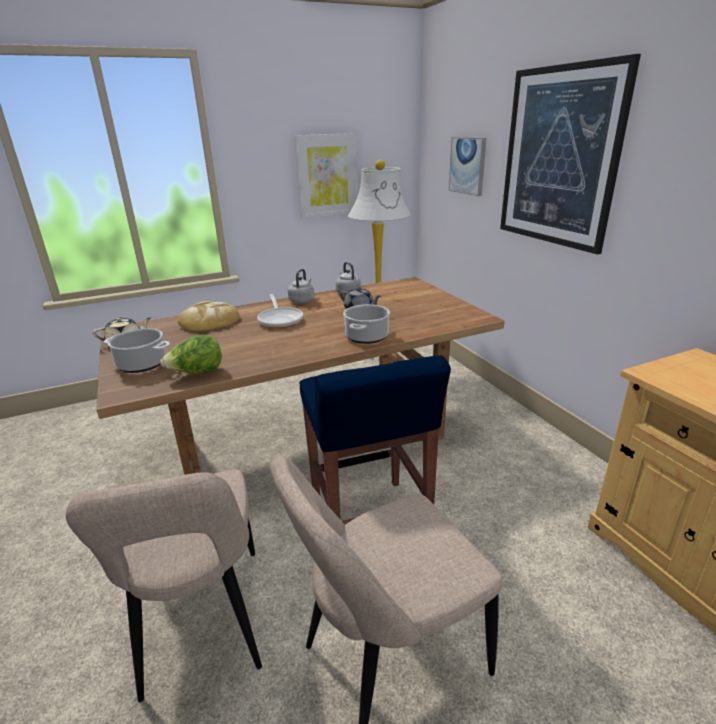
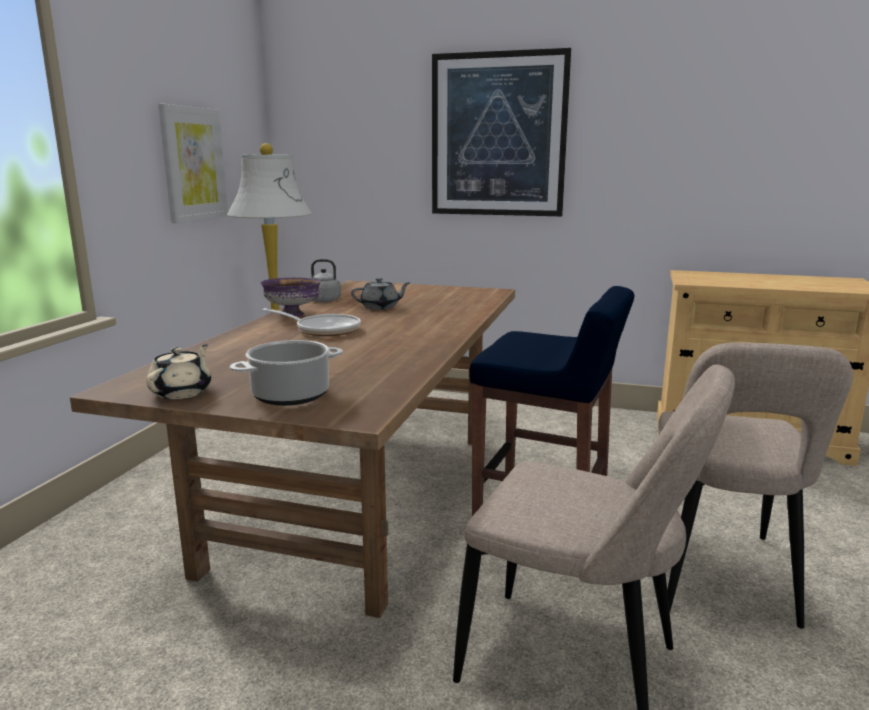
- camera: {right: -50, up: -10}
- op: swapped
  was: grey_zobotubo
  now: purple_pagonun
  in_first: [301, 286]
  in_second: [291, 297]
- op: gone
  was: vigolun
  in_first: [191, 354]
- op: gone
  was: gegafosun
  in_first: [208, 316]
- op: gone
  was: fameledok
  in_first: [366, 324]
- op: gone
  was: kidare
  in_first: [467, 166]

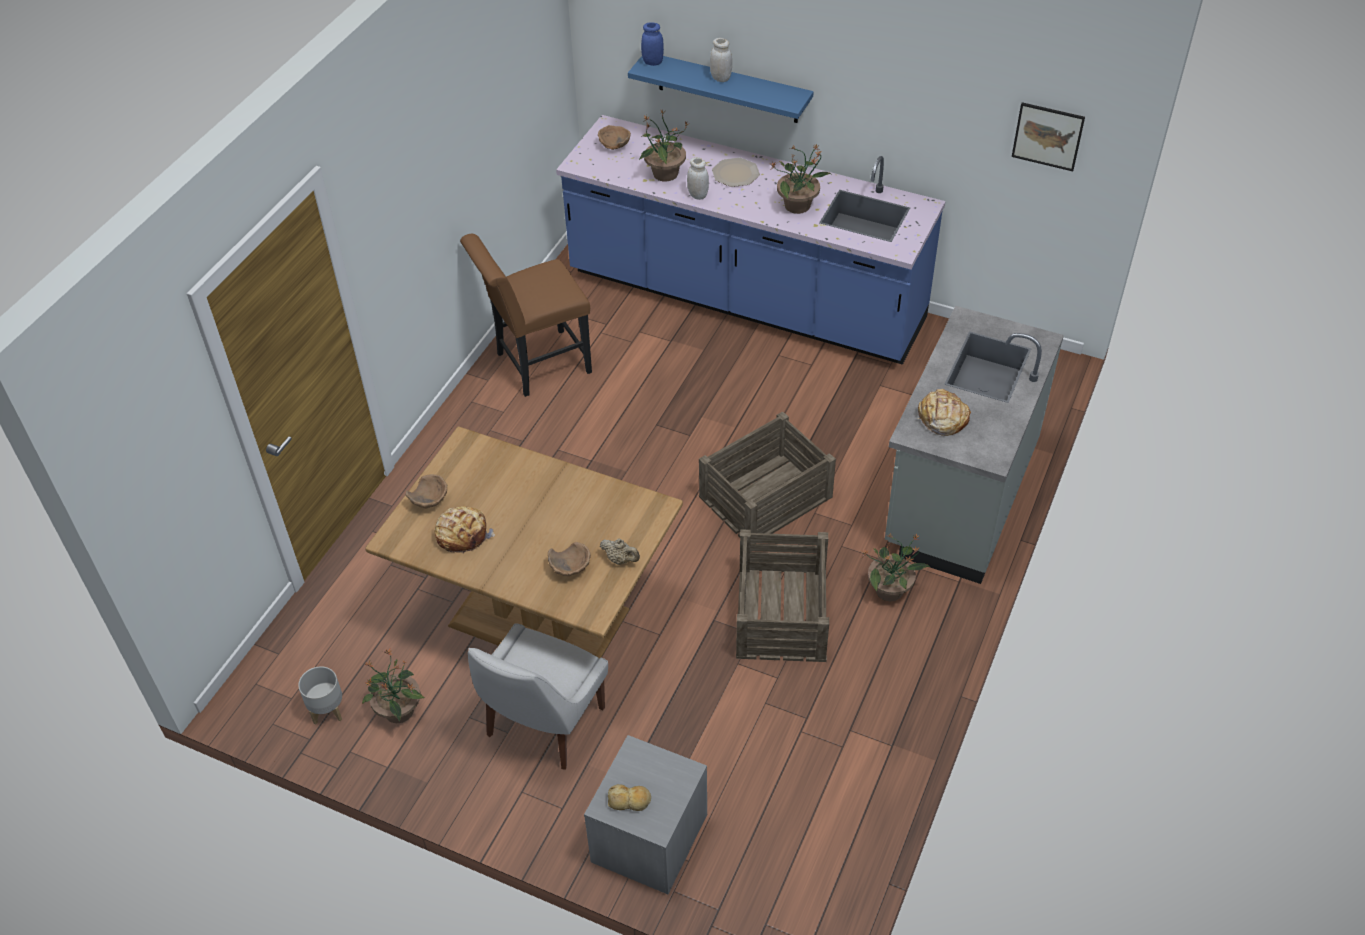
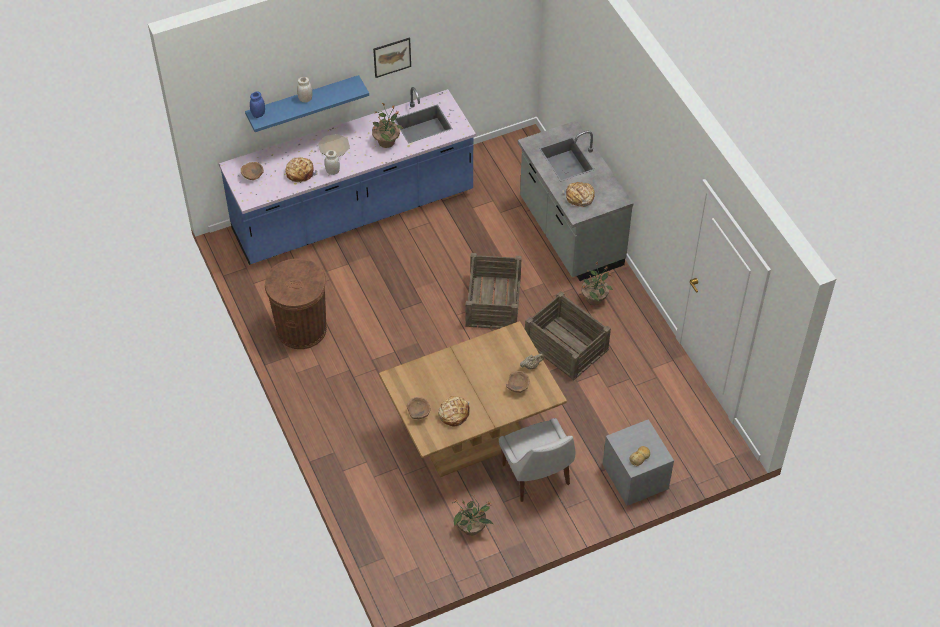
- camera: {right: -50, up: 5}
- op: swapped
  was: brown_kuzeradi
  now: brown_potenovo
  in_first: [526, 315]
  in_second: [296, 303]
- op: swapped
  was: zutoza
  now: gegafosun
  in_first: [664, 145]
  in_second: [301, 170]
- op: shifted
  was: kidare
  in_first: [1048, 136]
  in_second: [392, 57]
- op: gone
  was: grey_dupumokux
  in_first: [320, 695]

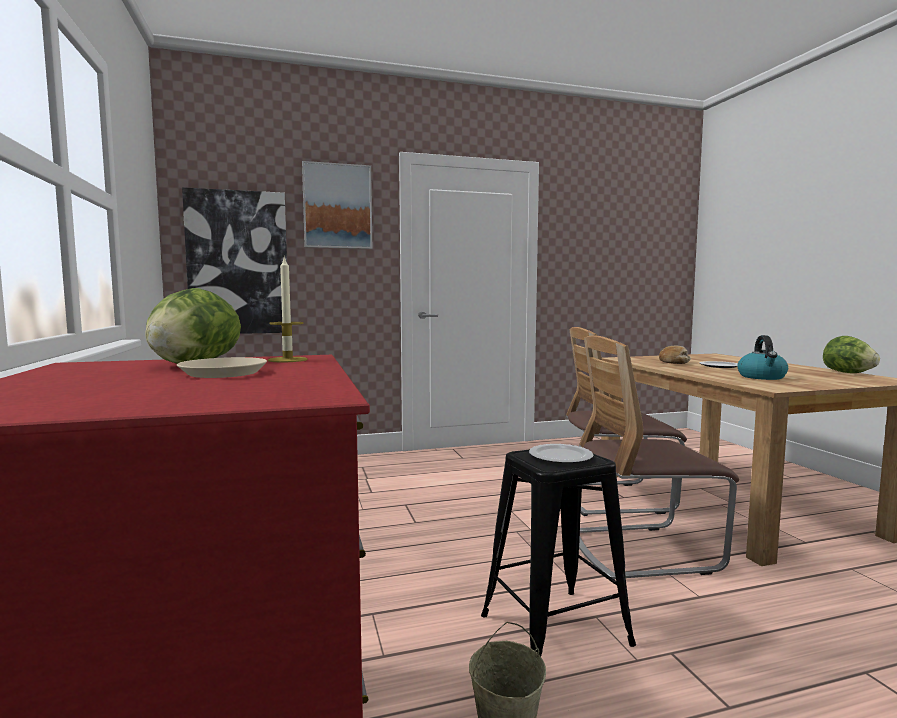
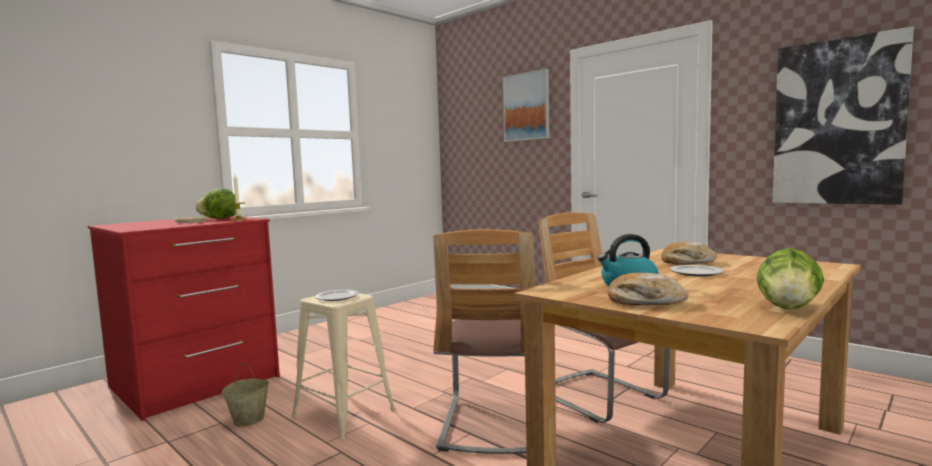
- camera: {right: 60, up: 0}
- op: repainted
  was: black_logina
  now: beige_logina
  in_first: [558, 552]
  in_second: [343, 366]
- op: rotated
  was: kuzeradi
  in_first: [659, 457]
  in_second: [484, 341]
  clockwise: -135
- op: new
  now: gegafosun
  in_second: [648, 289]
- op: shifted
  was: kidare
  in_first: [234, 260]
  in_second: [843, 115]

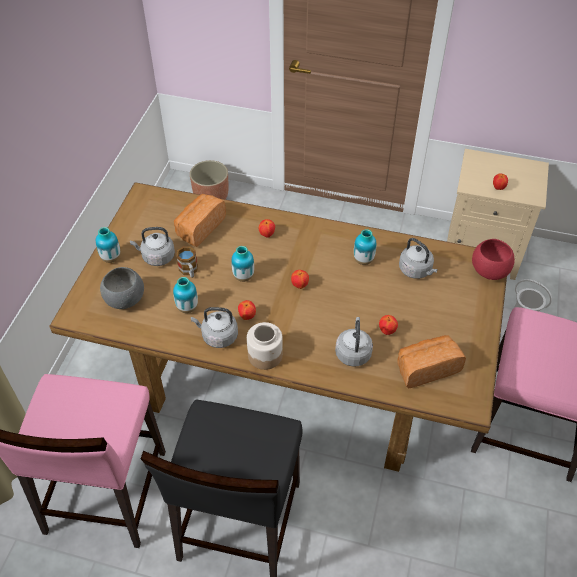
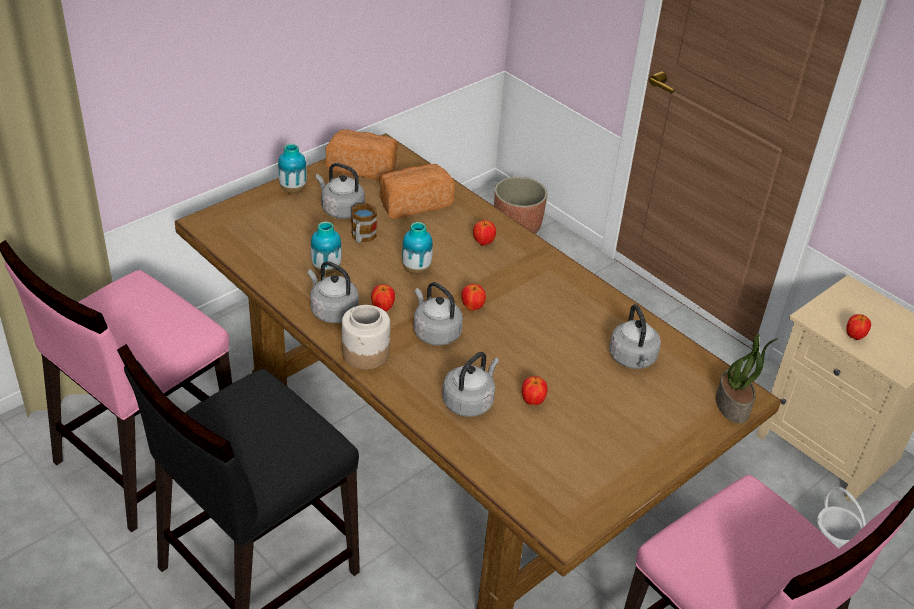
- camera: {right: 30, up: -10}
- op: shifted
  was: gegafosun
  in_first: [432, 361]
  in_second: [361, 155]
- op: new
  now: grey_zobotubo
  in_second: [438, 313]
- op: swapped
  was: red_pagonun
  now: zutoza
  in_first: [493, 259]
  in_second: [747, 378]
- op: gone
  was: grey_pagonun
  in_first: [122, 288]
- op: gone
  was: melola
  in_first: [365, 247]

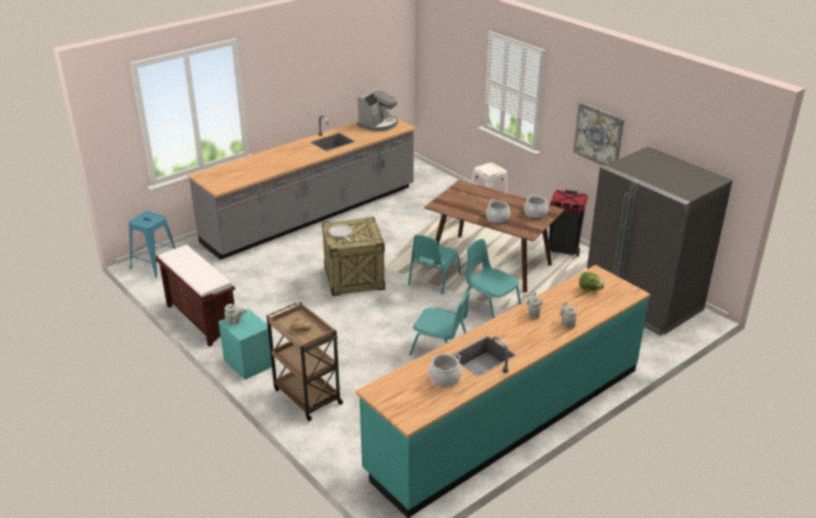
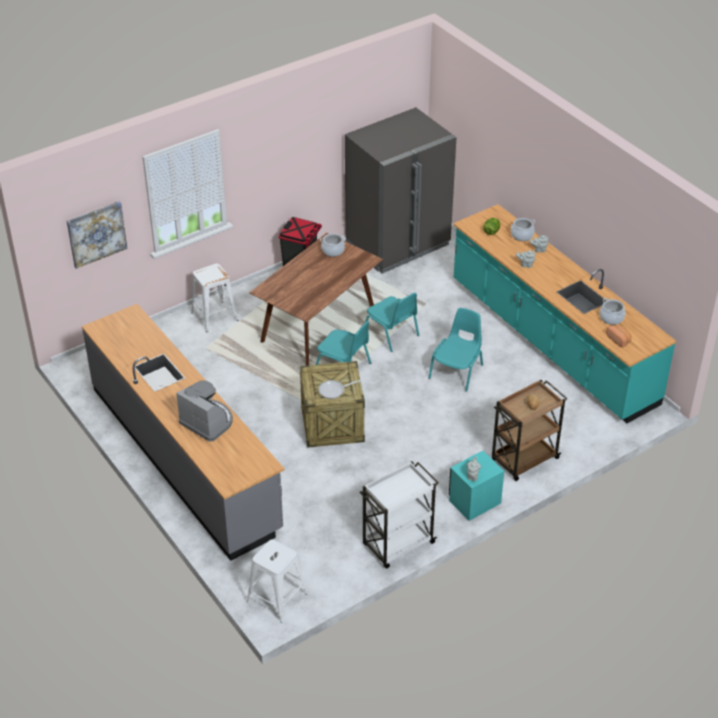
- camera: {right: -85, up: 10}
- op: shifted
  was: kidare
  in_first: [598, 134]
  in_second: [97, 235]
- op: shifted
  was: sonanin
  in_first: [377, 110]
  in_second: [204, 411]
- op: repainted
  was: blue_logina
  now: white_logina
  in_first: [152, 244]
  in_second: [277, 581]
- op: swapped
  was: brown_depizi
  now: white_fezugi
  in_first: [195, 296]
  in_second: [399, 515]
- op: rotated
  was: turquoise_kuzeradi
  in_first: [493, 279]
  in_second: [392, 322]
  clockwise: -90
- op: shifted
  was: fameledok
  in_first: [498, 211]
  in_second: [523, 229]
- op: new
  now: gegafosun
  in_second: [618, 336]

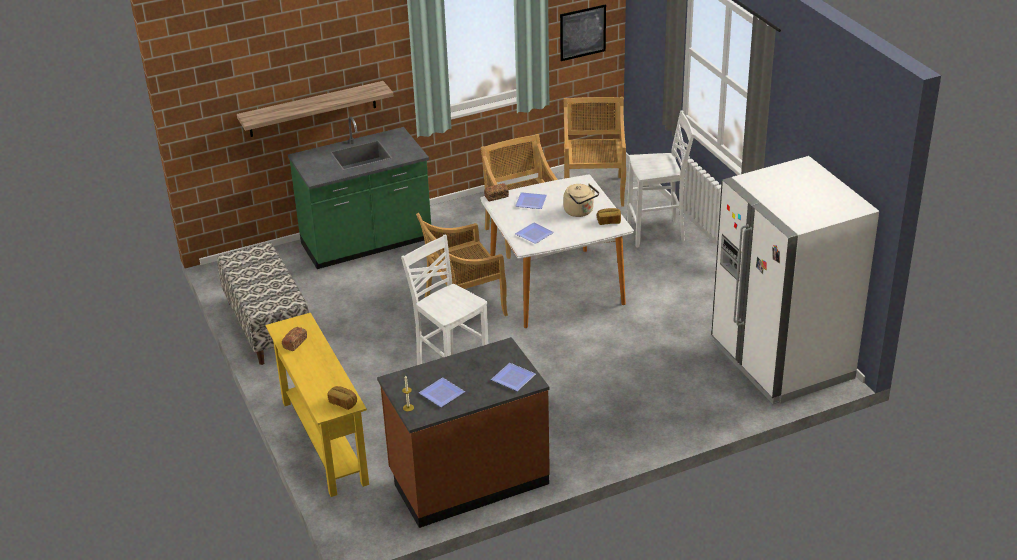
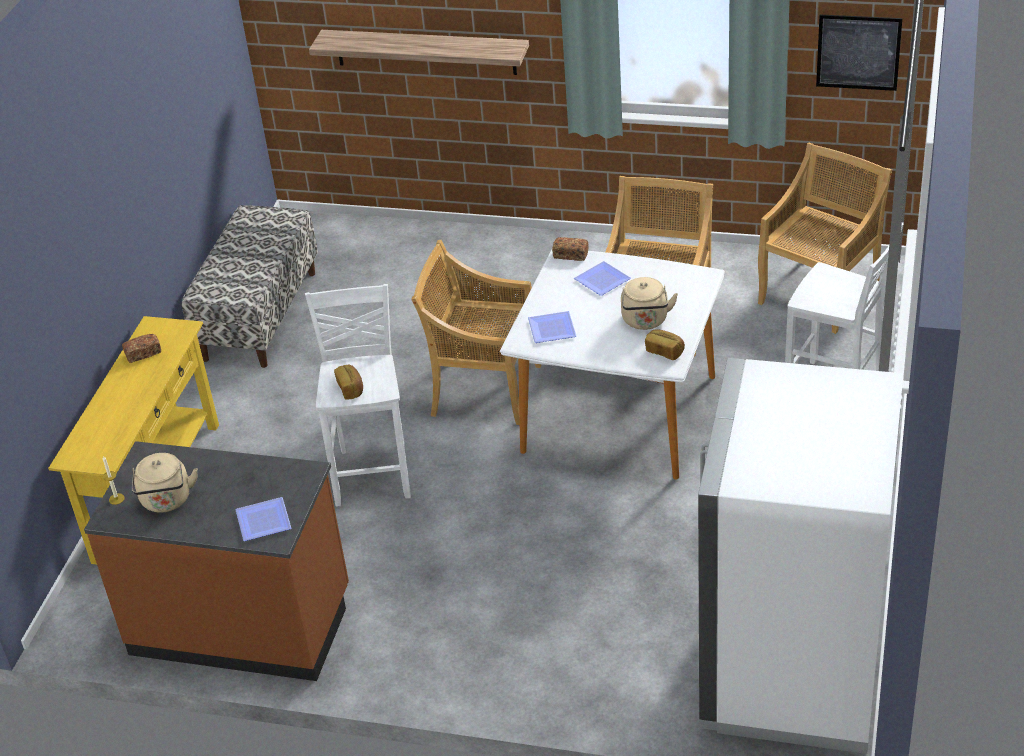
- camera: {right: 40, up: 5}
- op: swapped
  was: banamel
  now: beige_zobotubo
  in_first: [442, 392]
  in_second: [165, 483]
- op: shifted
  was: gegafosun
  in_first: [342, 398]
  in_second: [348, 382]
- op: gone
  was: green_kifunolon
  in_first: [359, 193]

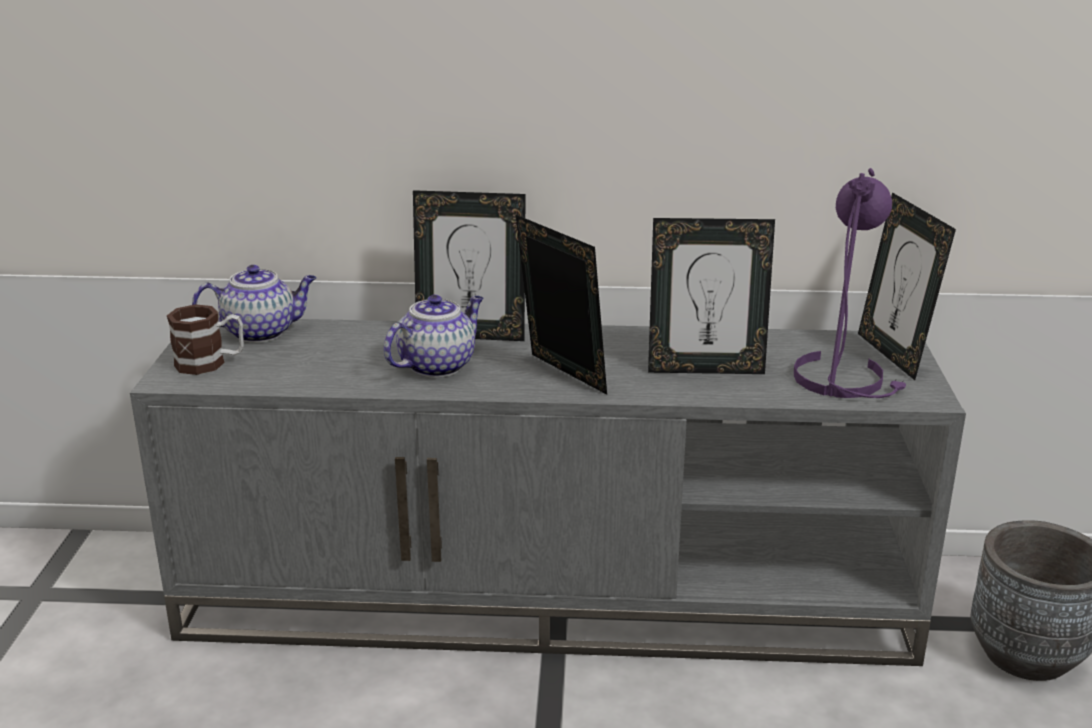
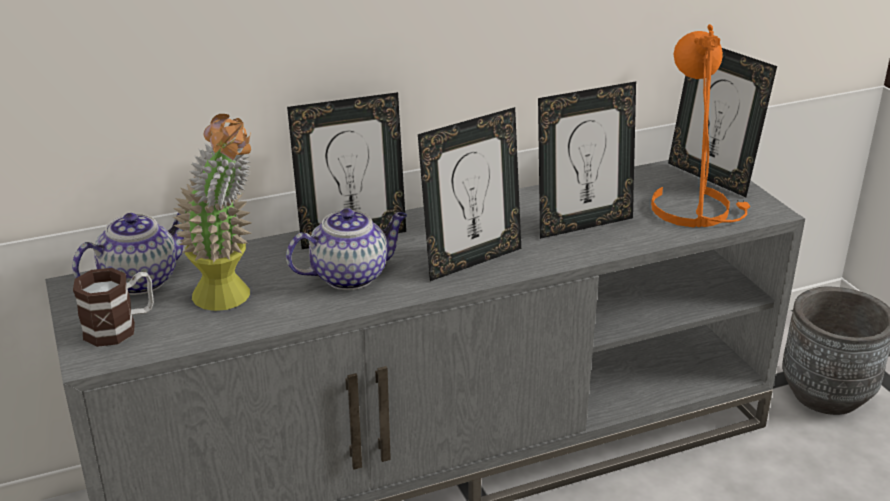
- camera: {right: -25, up: 5}
- op: new
  now: zutoza
  in_second: [212, 212]
- op: rotated
  was: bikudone
  in_first: [433, 336]
  in_second: [346, 249]
  clockwise: 45
- op: rotated
  was: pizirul
  in_first: [561, 304]
  in_second: [469, 194]
  clockwise: 120
- op: repainted
  was: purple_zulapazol
  now: orange_zulapazol
  in_first: [850, 283]
  in_second: [700, 125]

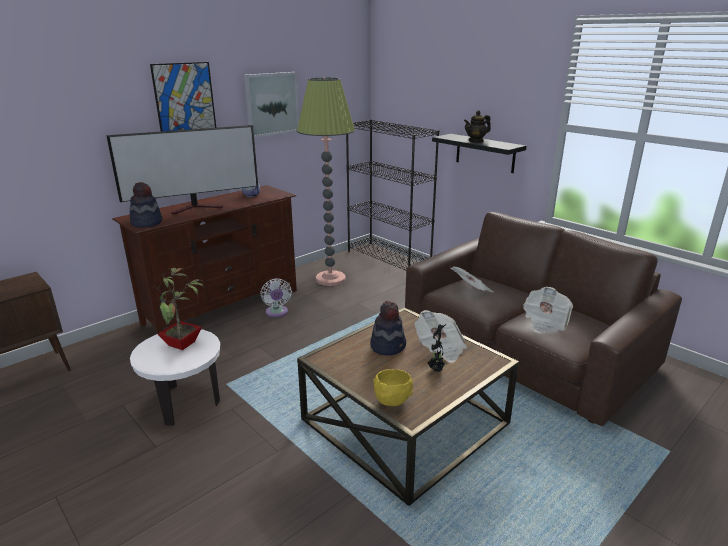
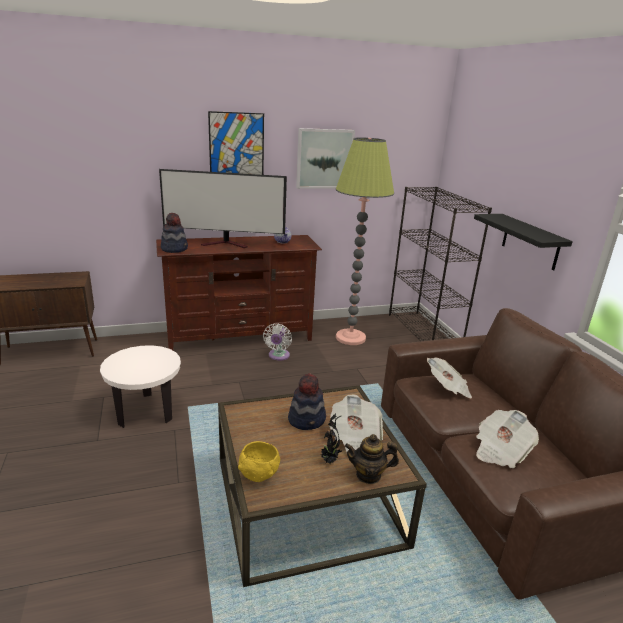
- camera: {right: 25, up: 0}
- op: shifted
  was: bikudone
  in_first: [477, 126]
  in_second: [372, 459]
- op: gone
  was: zutoza
  in_first: [178, 309]

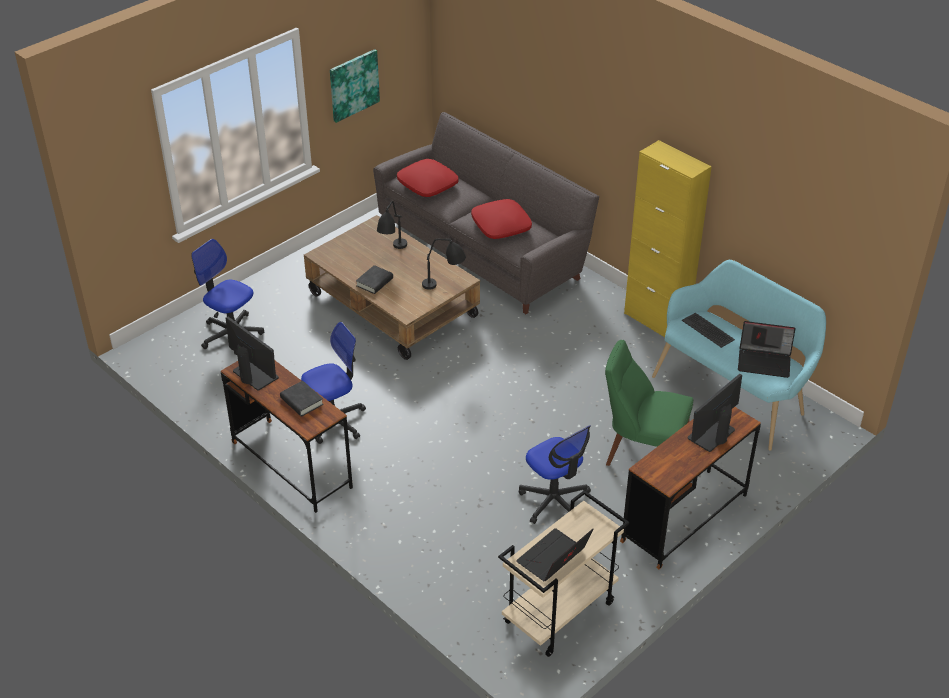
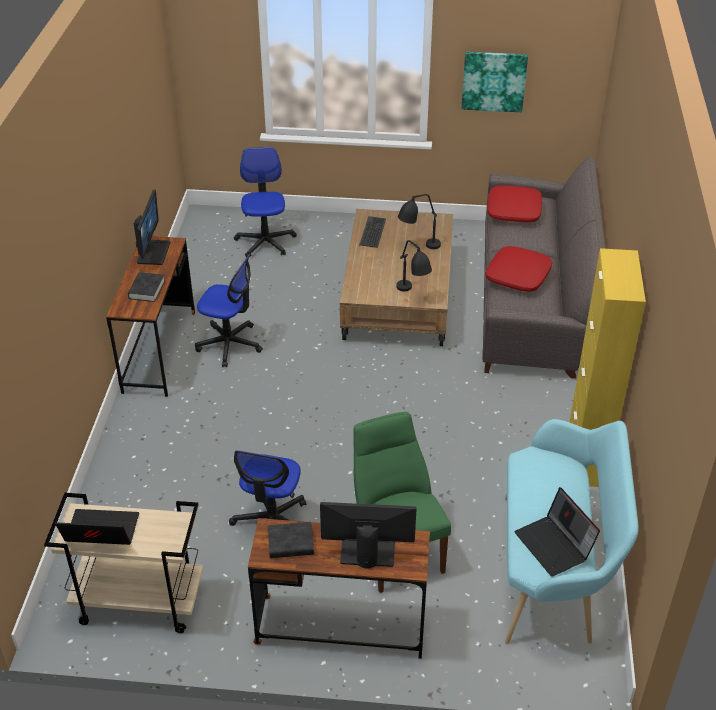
- camera: {right: 50, up: 0}
- op: shifted
  was: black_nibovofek
  in_first: [374, 279]
  in_second: [291, 540]
- op: shifted
  was: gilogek
  in_first: [708, 330]
  in_second: [372, 232]

